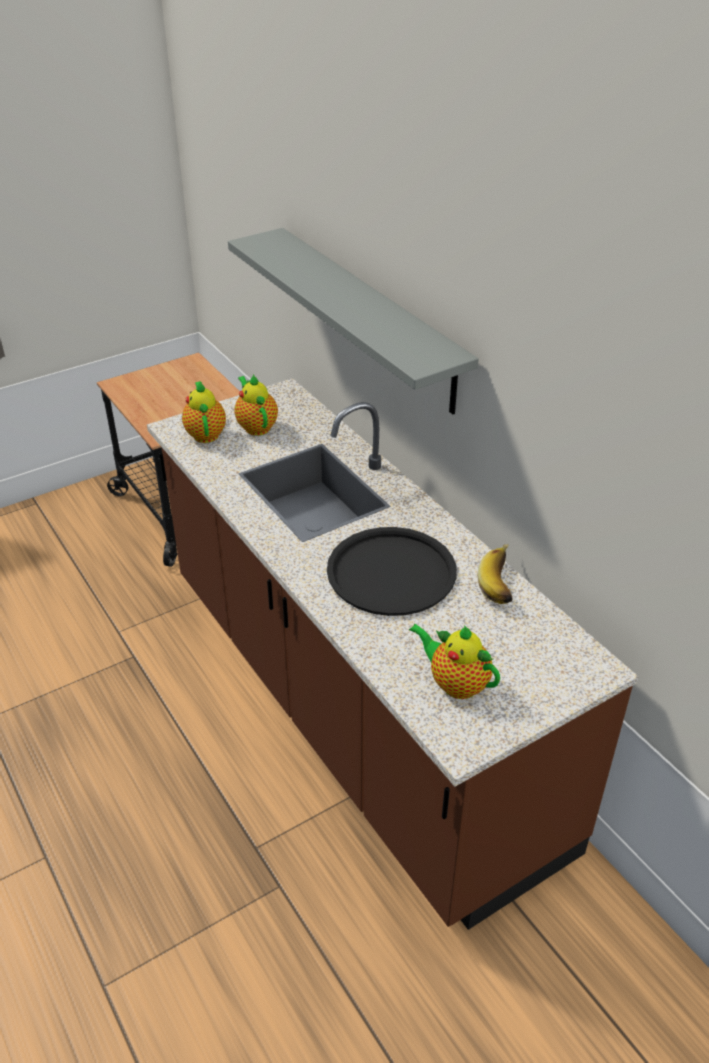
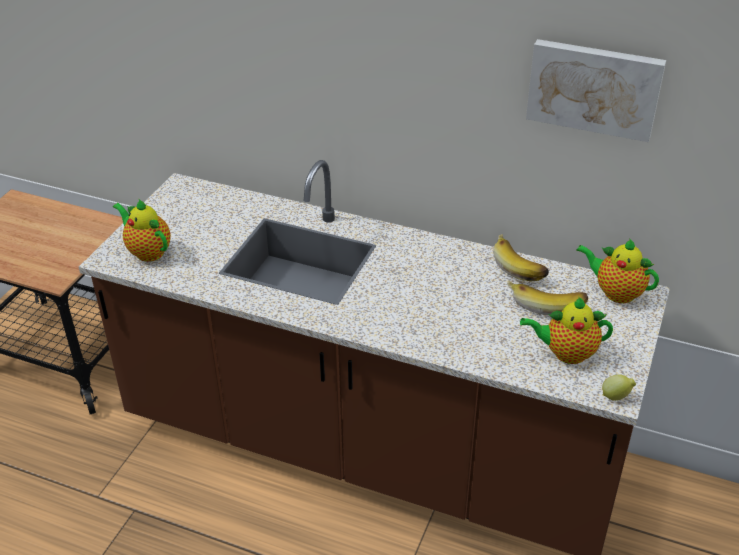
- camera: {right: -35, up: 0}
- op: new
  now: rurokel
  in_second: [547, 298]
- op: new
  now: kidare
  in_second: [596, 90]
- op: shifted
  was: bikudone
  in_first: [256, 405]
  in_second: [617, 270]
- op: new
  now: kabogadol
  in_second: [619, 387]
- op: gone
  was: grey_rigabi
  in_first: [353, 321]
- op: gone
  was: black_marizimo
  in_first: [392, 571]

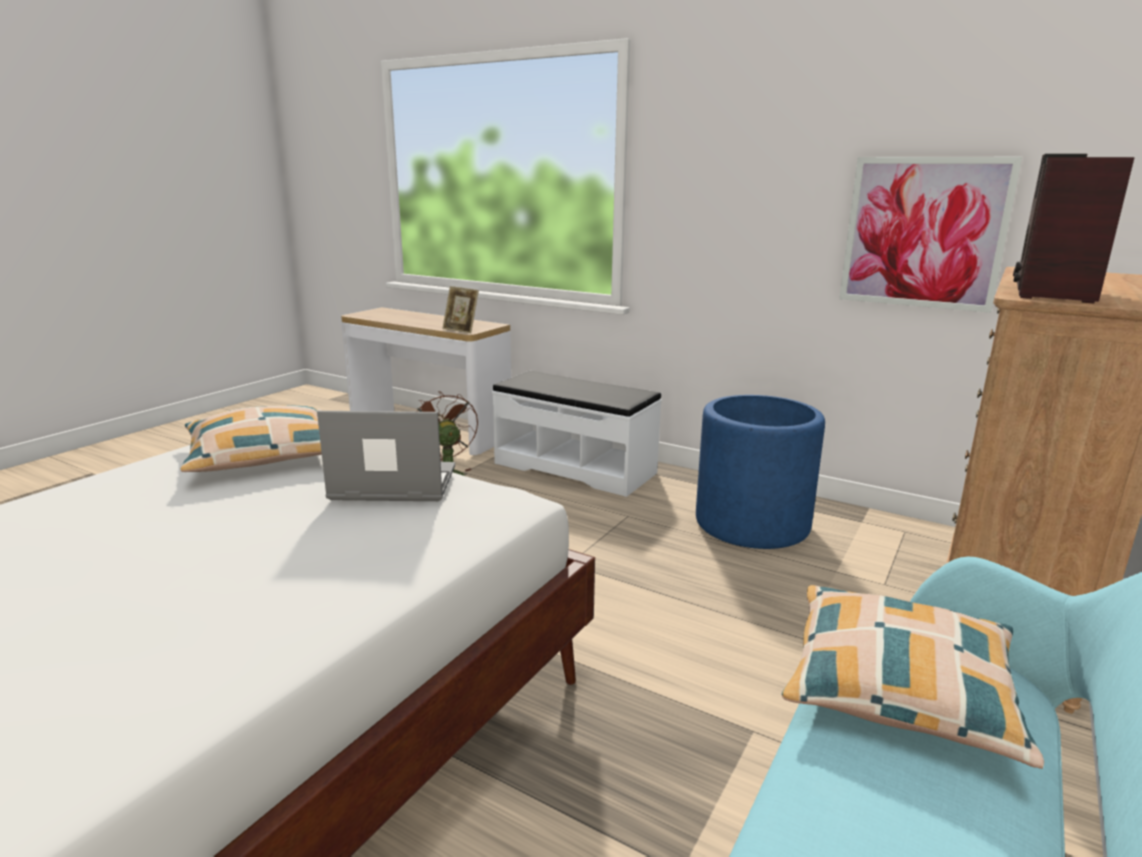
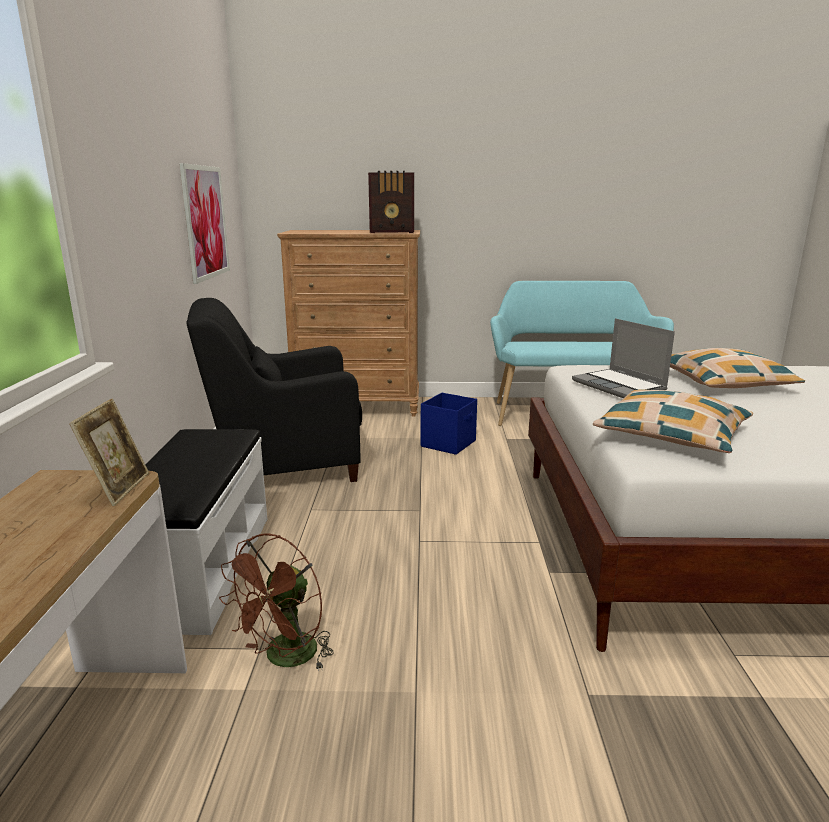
- camera: {right: -120, up: 0}
- op: swapped
  was: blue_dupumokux
  now: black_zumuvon
  in_first: [760, 472]
  in_second: [274, 390]
- op: new
  now: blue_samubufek
  in_second: [449, 424]
- op: shifted
  was: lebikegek
  in_first: [913, 677]
  in_second: [737, 368]

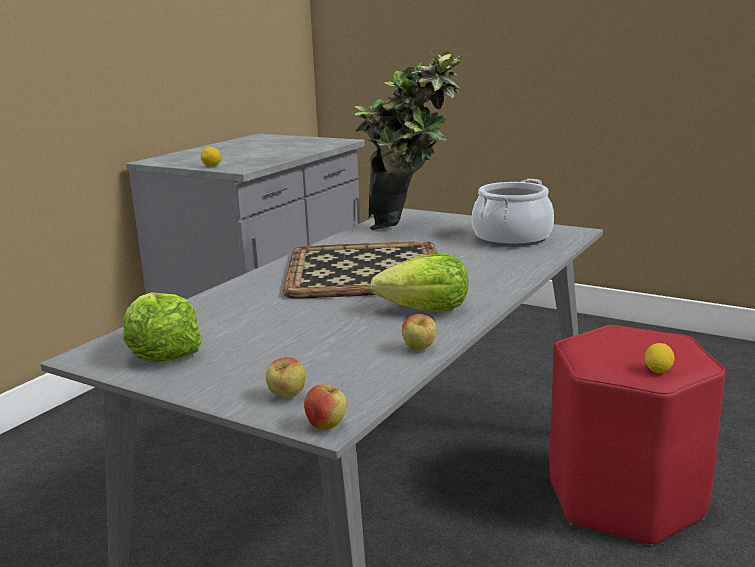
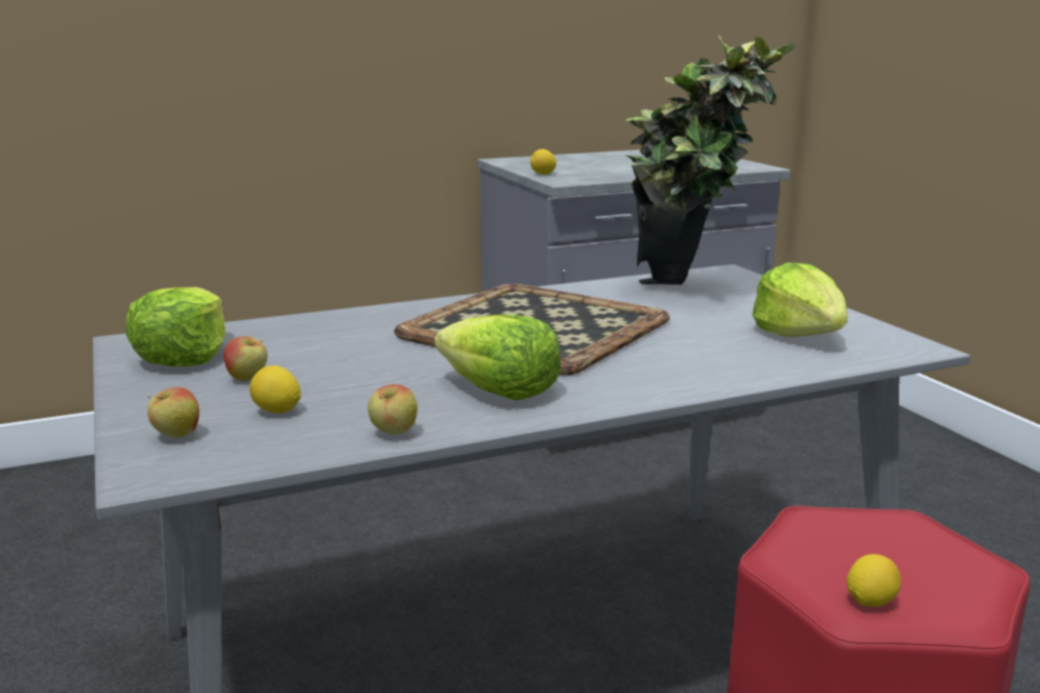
- camera: {right: 35, up: 0}
- op: shifted
  was: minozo
  in_first: [325, 407]
  in_second: [245, 358]
- op: new
  now: kabogadol
  in_second: [275, 389]
- op: swapped
  was: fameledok
  now: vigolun
  in_first: [513, 213]
  in_second: [800, 300]

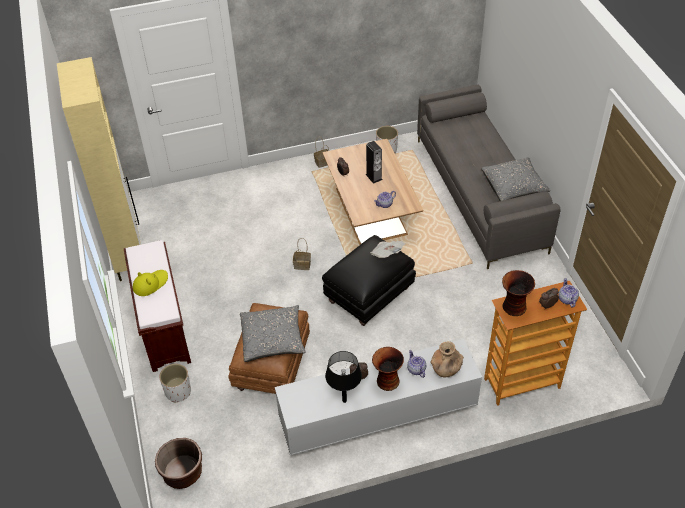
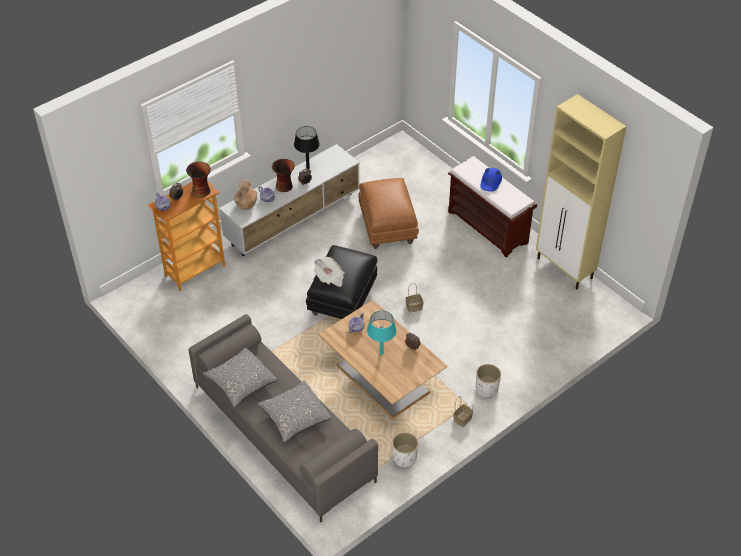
- camera: {right: 155, up: 0}
- op: shifted
  was: grey_lebikegek
  in_first: [273, 333]
  in_second: [295, 411]
- op: swapped
  was: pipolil
  now: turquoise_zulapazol
  in_first: [374, 162]
  in_second: [382, 332]
- op: shifted
  was: white_dupumokux
  in_first: [175, 383]
  in_second: [488, 381]
- op: repainted
  was: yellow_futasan
  now: blue_futasan
  in_first: [150, 283]
  in_second: [491, 180]
- op: gone
  was: brown_dupumokux
  in_first: [178, 463]

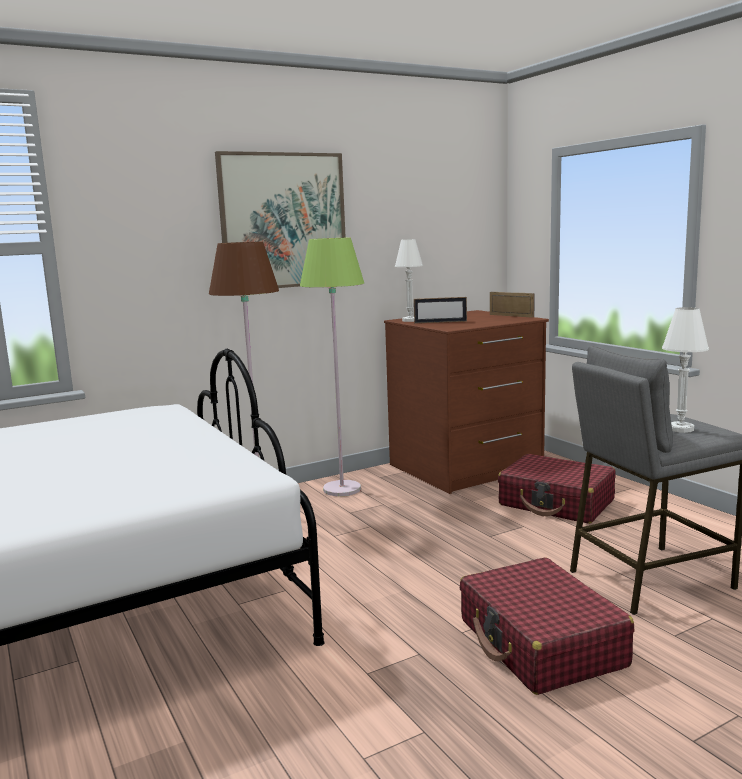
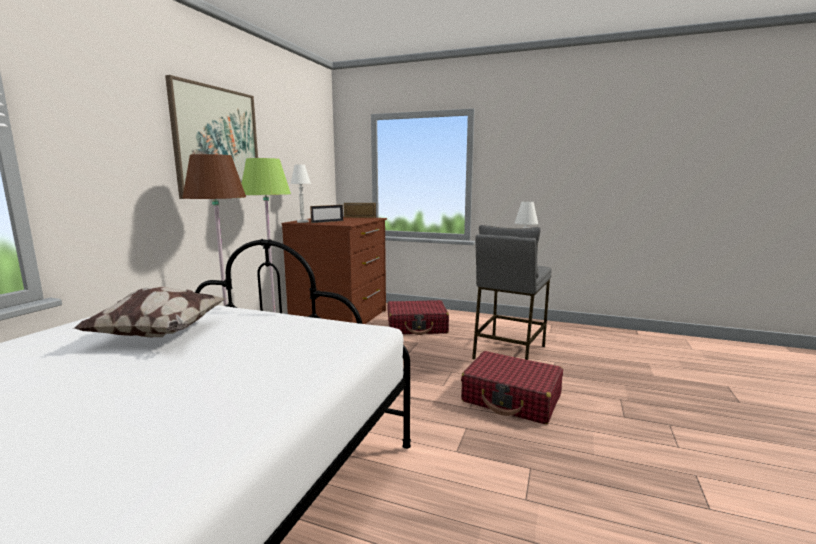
- camera: {right: -40, up: 0}
- op: new
  now: lebikegek
  in_second: [150, 311]

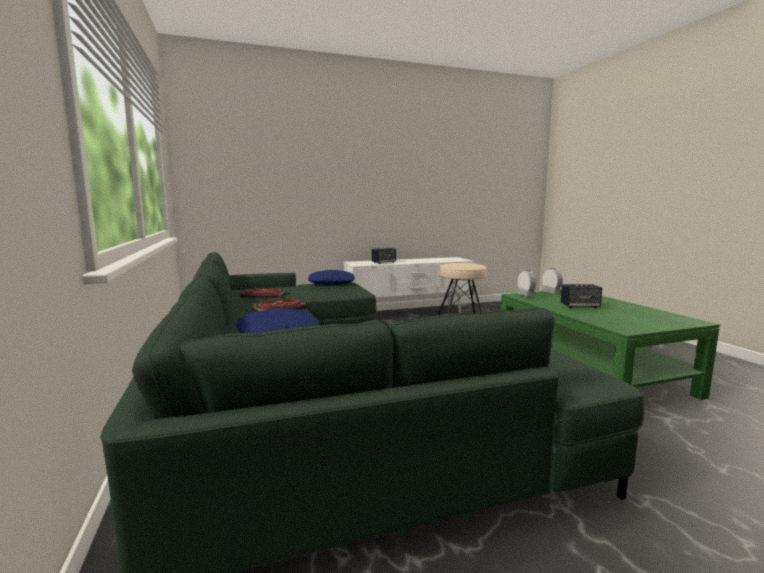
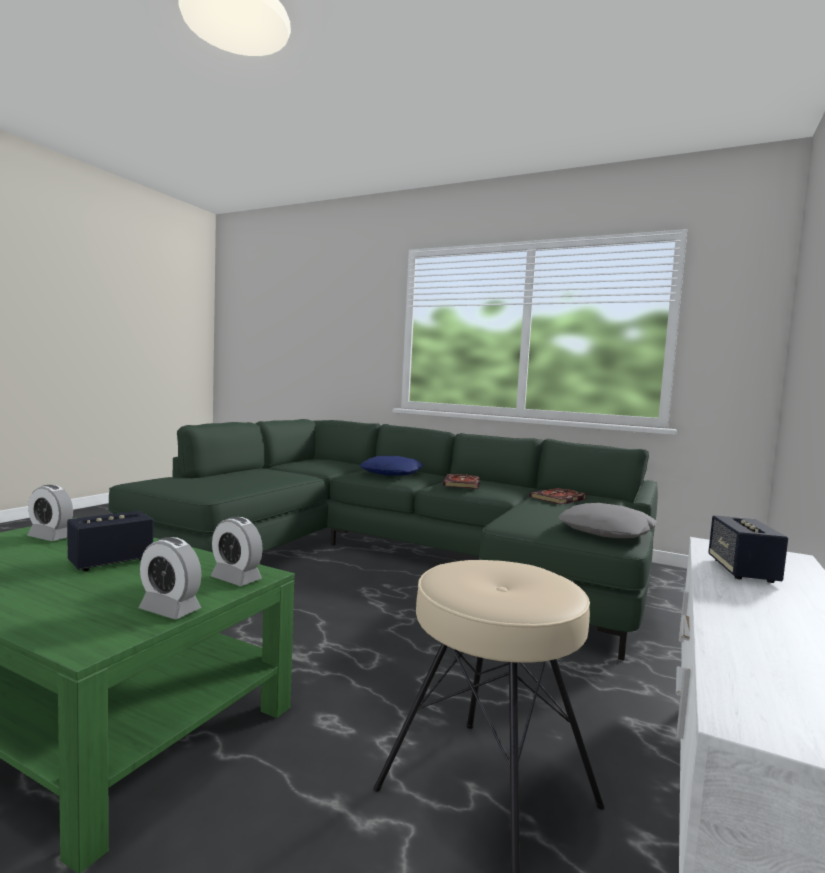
- camera: {right: 135, up: -5}
- op: new
  now: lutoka
  in_second: [50, 513]
- op: repainted
  was: blue_lebikegek
  now: grey_lebikegek
  in_first: [331, 277]
  in_second: [607, 520]

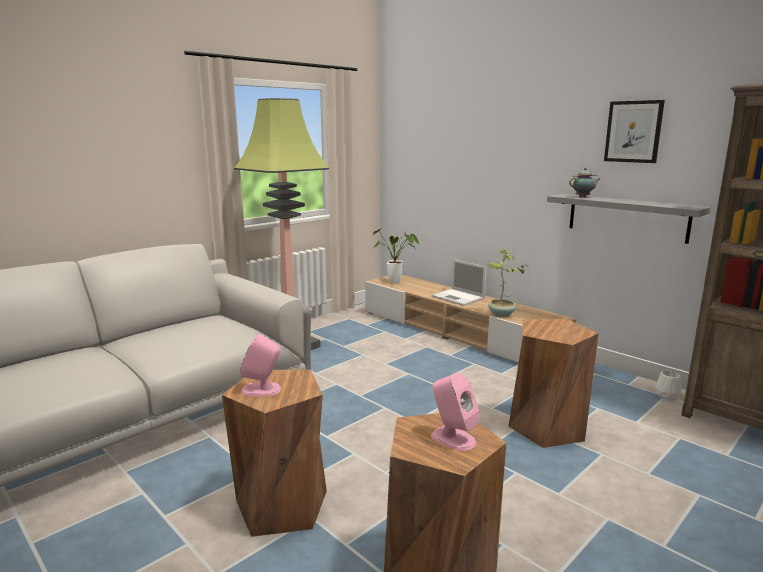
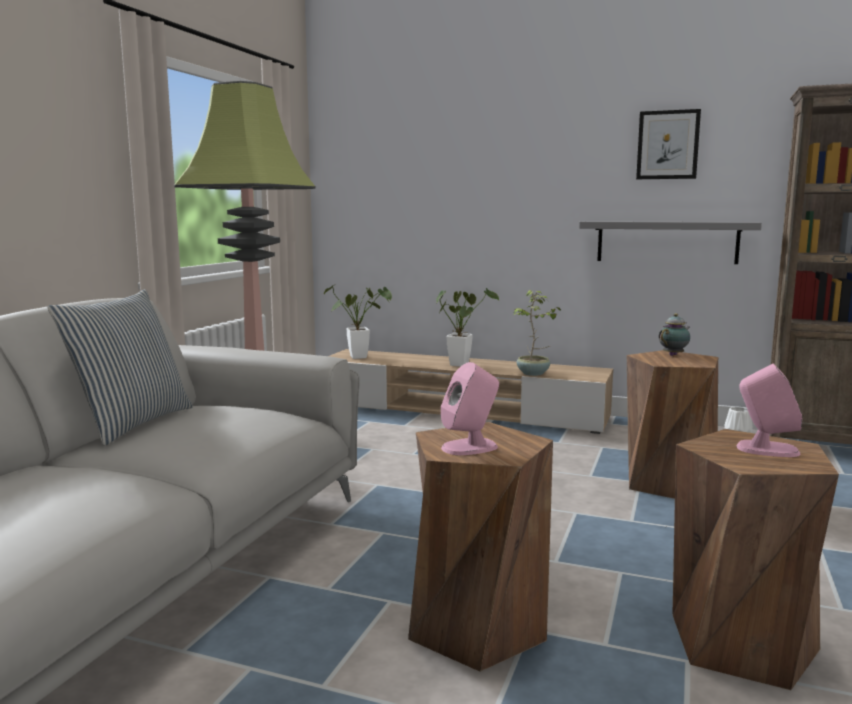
- camera: {right: -25, up: -5}
- op: new
  now: lebikegek
  in_second: [120, 367]
- op: swapped
  was: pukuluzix
  now: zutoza
  in_first: [459, 282]
  in_second: [467, 327]
- op: shifted
  was: bikudone
  in_first: [584, 183]
  in_second: [674, 334]

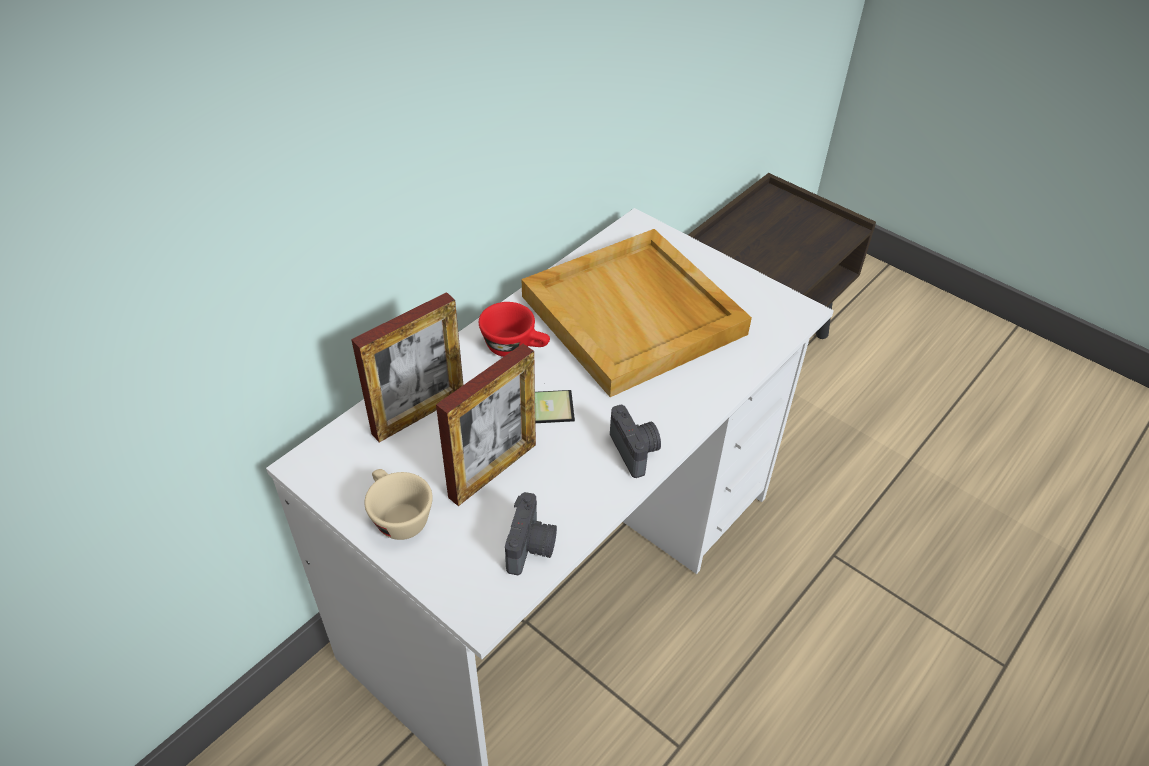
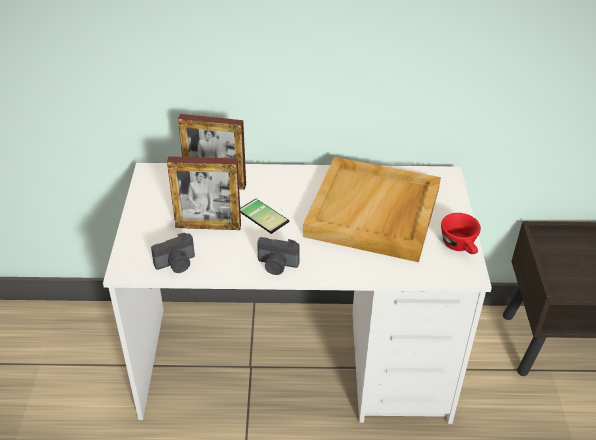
- camera: {right: 50, up: -5}
- op: rotated
  was: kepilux
  in_first: [635, 441]
  in_second: [278, 256]
  clockwise: 75
- op: shifted
  was: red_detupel
  in_first: [514, 329]
  in_second: [461, 233]
- op: gone
  was: beige_detupel
  in_first: [398, 504]

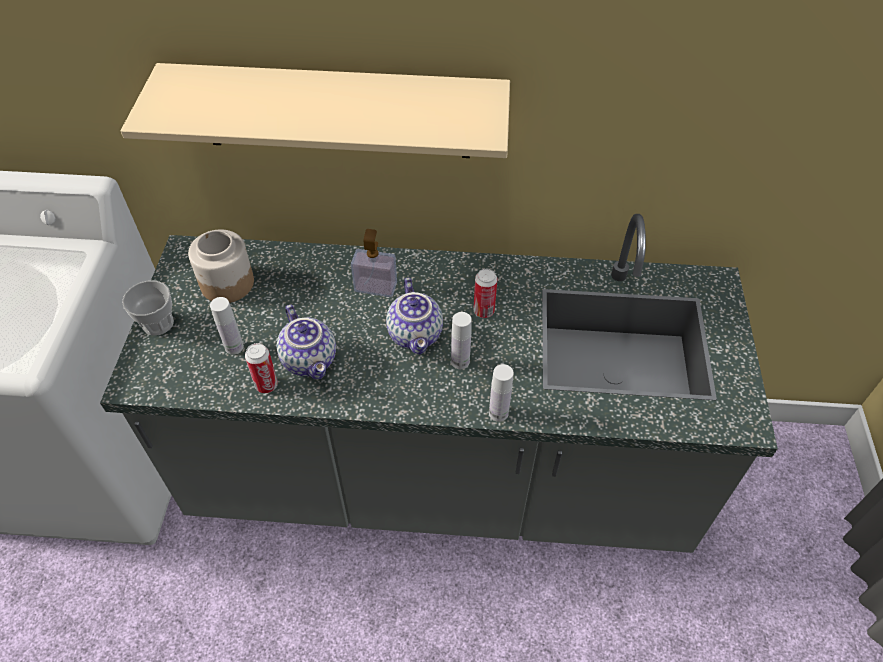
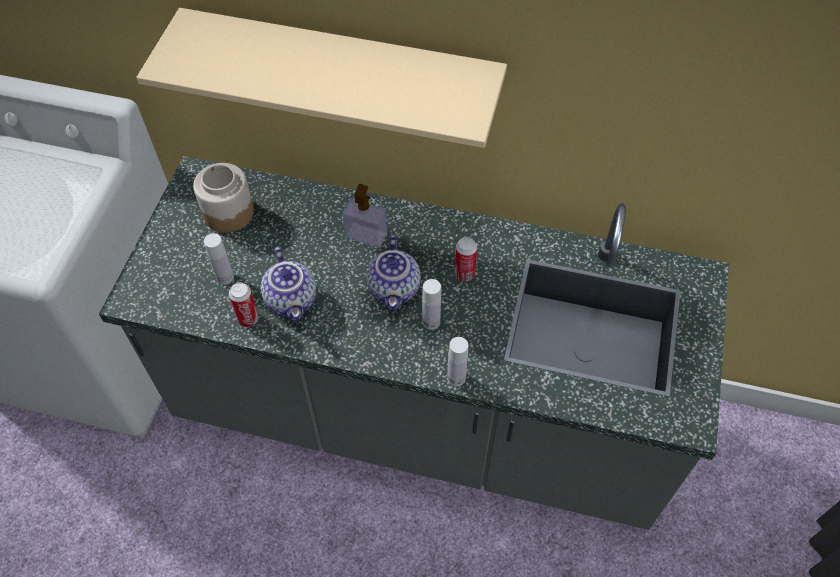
- camera: {right: 10, up: 5}
- op: gone
  was: detupel
  in_first: [148, 308]

